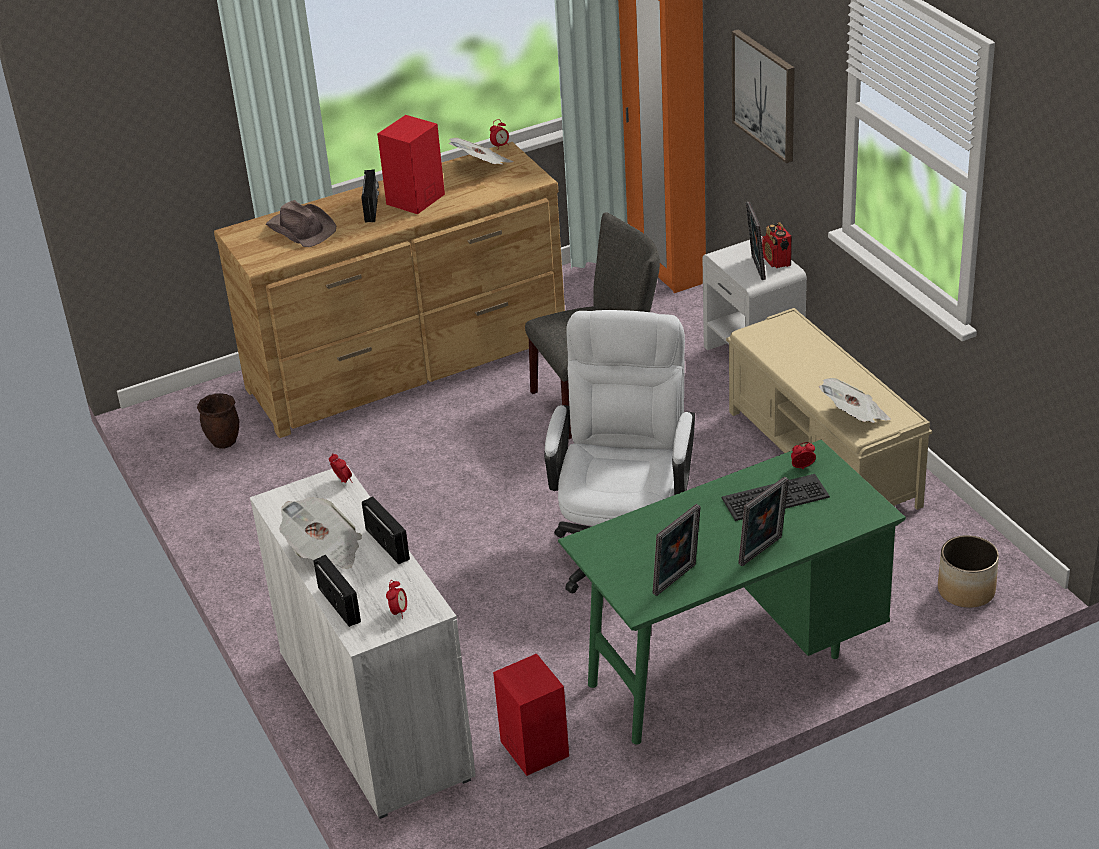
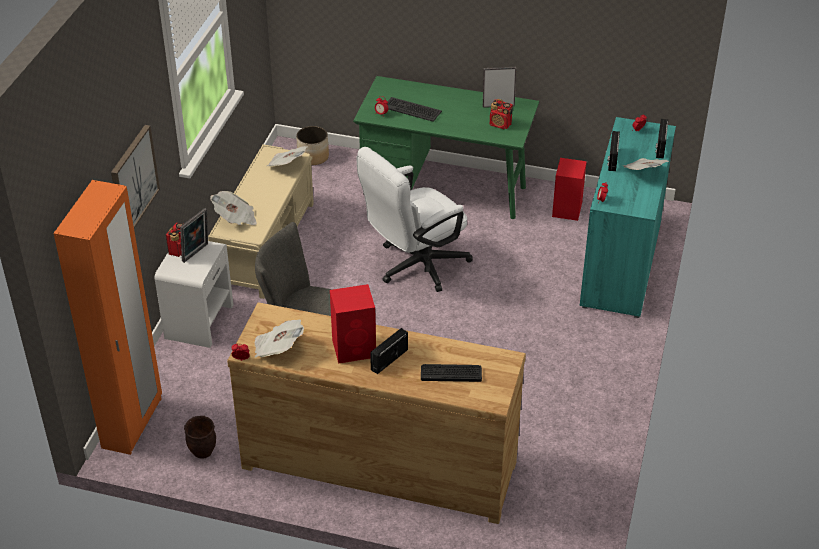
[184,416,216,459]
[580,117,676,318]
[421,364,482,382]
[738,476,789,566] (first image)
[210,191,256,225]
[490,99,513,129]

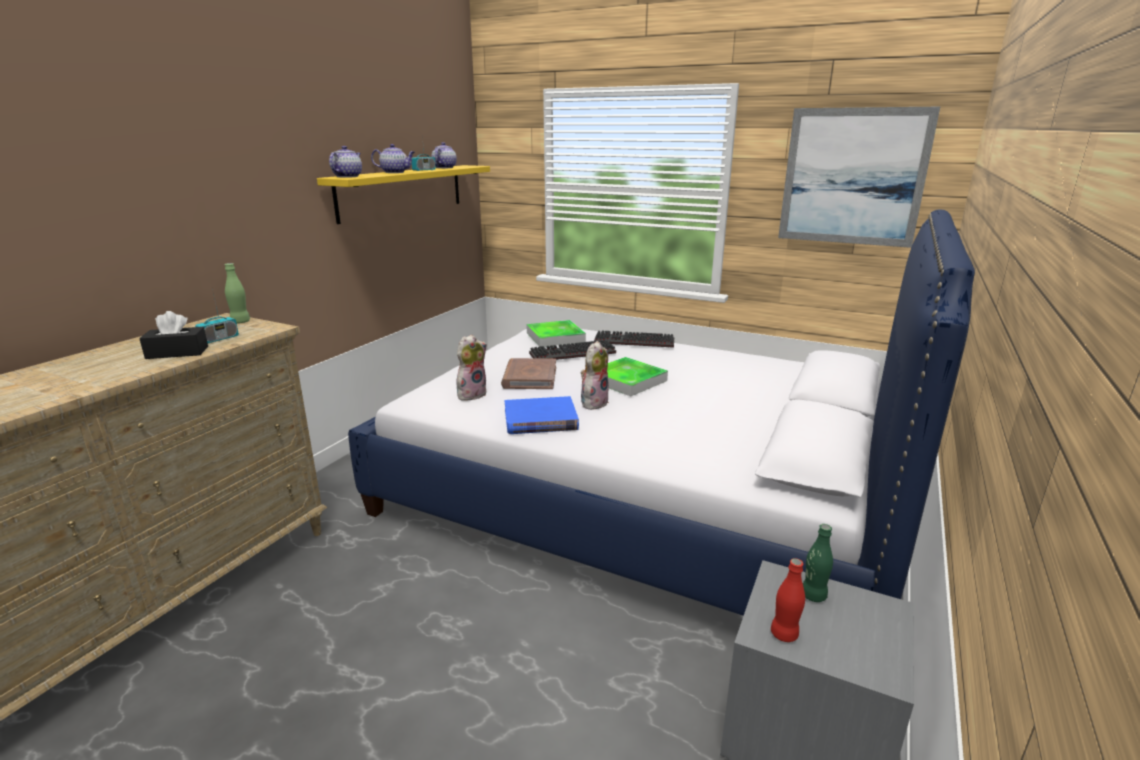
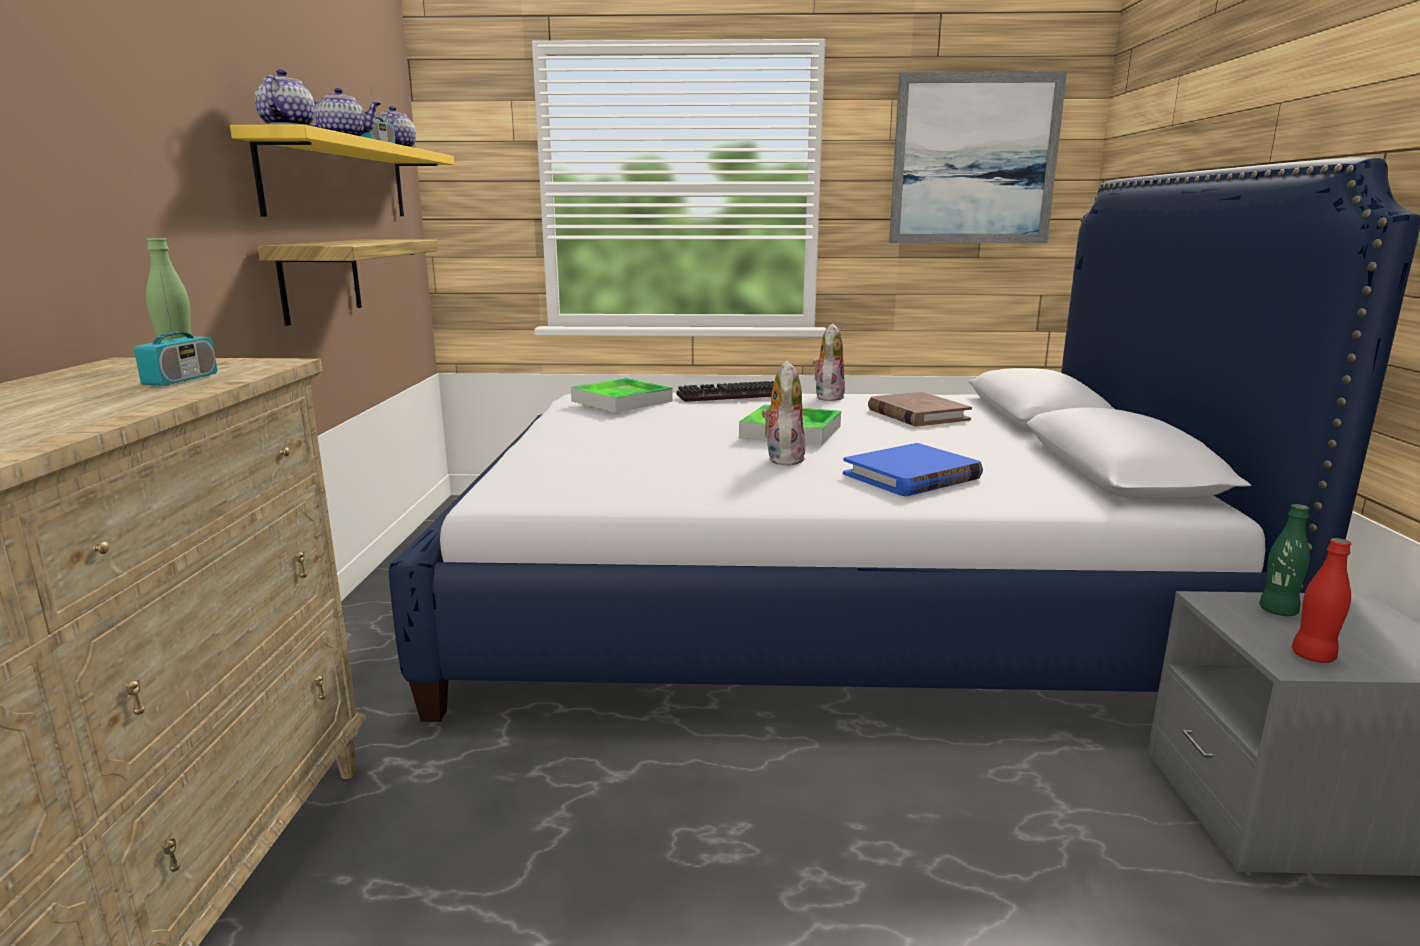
[139,311,208,359] (first image)
[813,324,845,401]
[868,392,972,426]
[843,443,983,496]
[529,340,616,360] (first image)
[257,239,438,326]

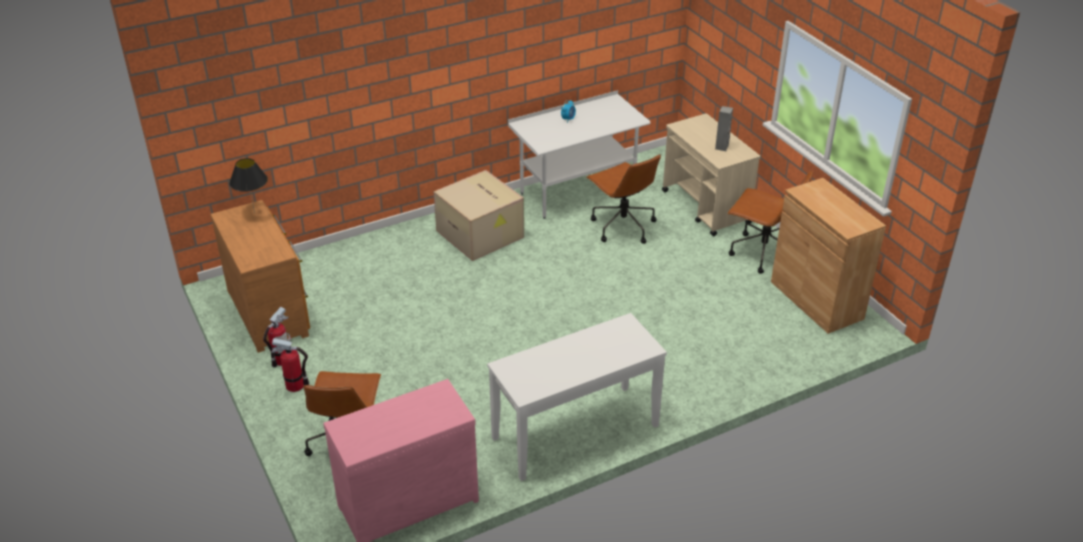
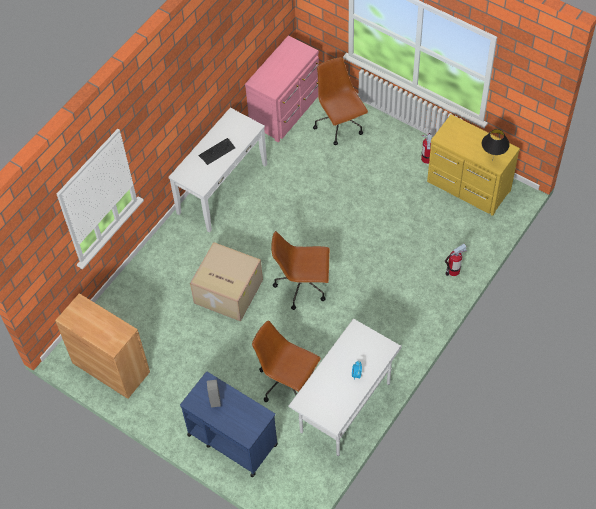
[427,114,520,216]
[445,244,467,276]
[190,242,263,321]
[180,371,278,477]
[271,231,330,310]
[199,138,235,165]

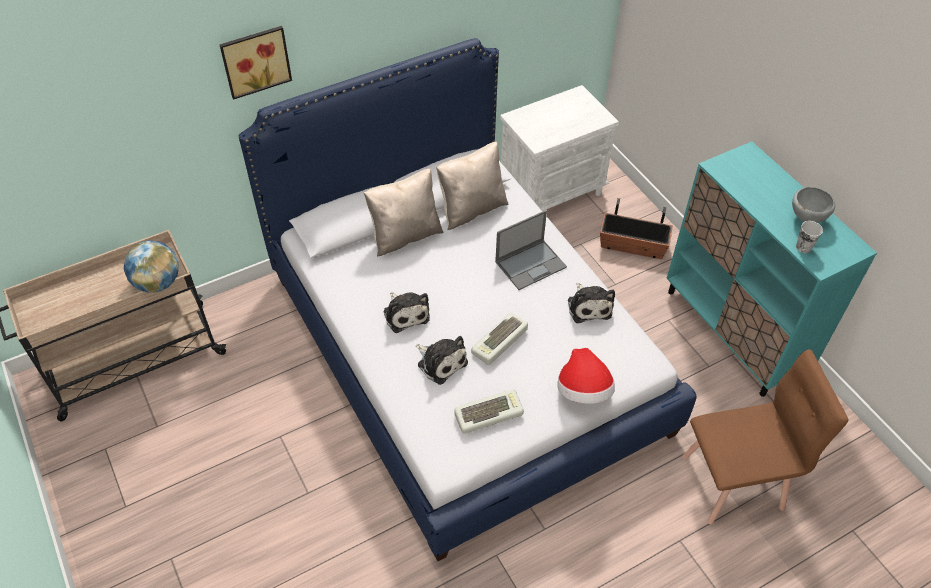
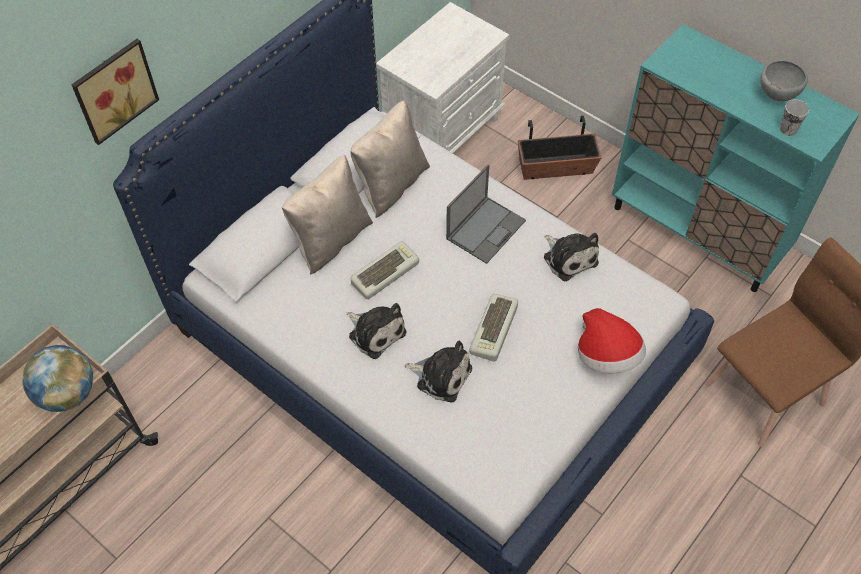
[351,241,419,299]

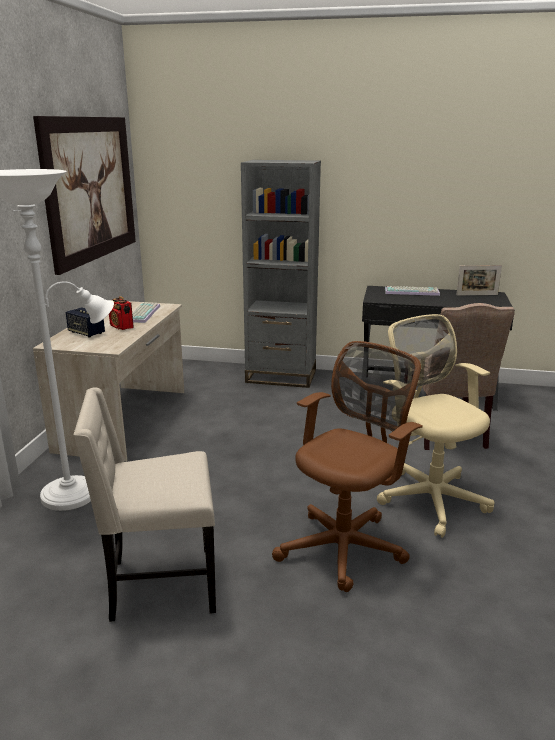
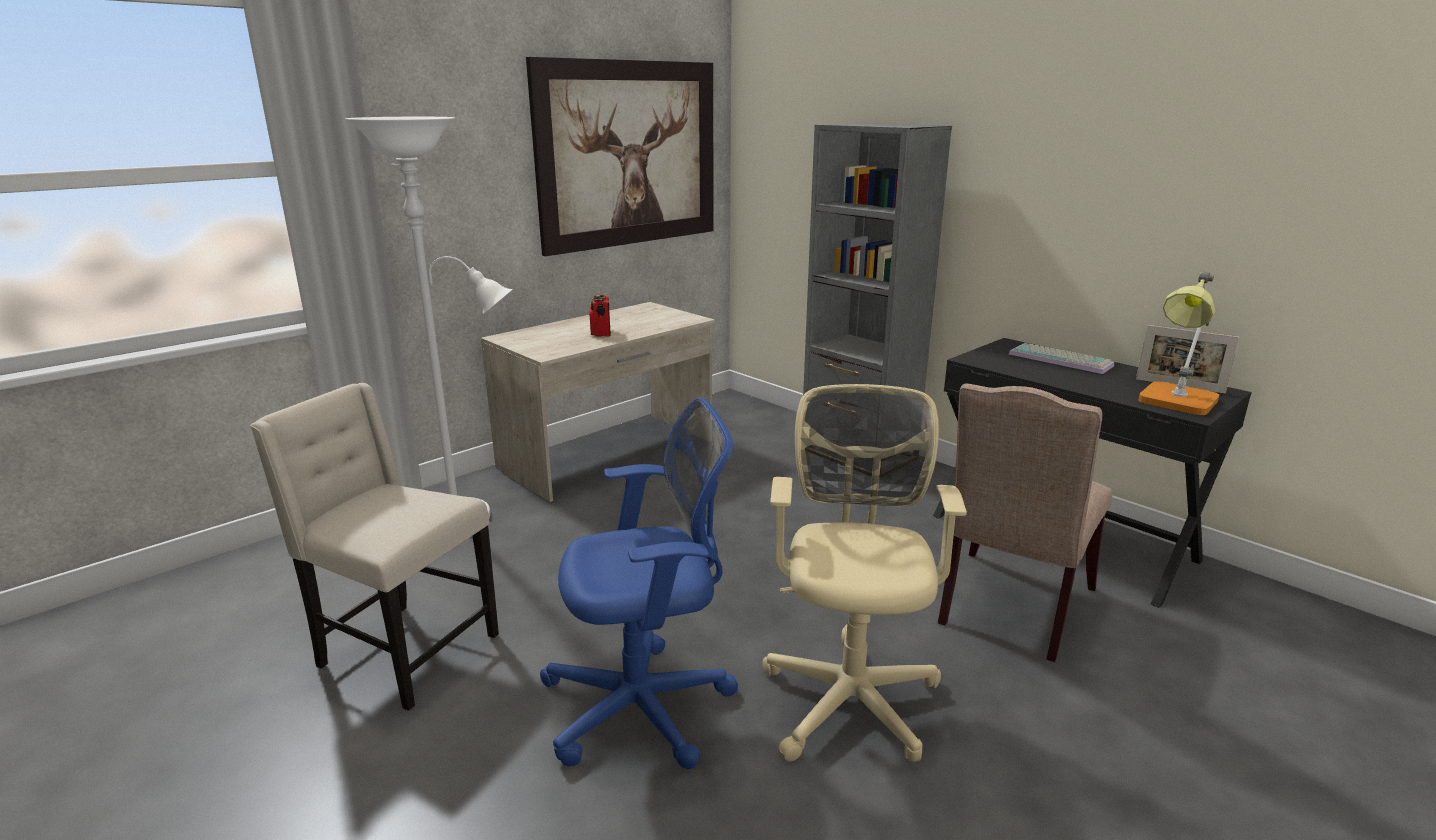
[66,307,105,337] (first image)
[132,303,160,323] (first image)
[540,397,738,769]
[1139,271,1219,415]

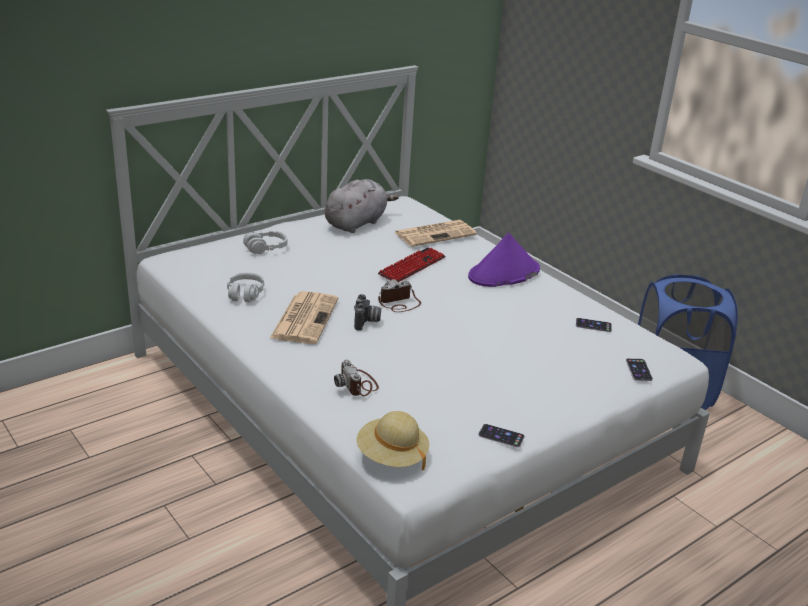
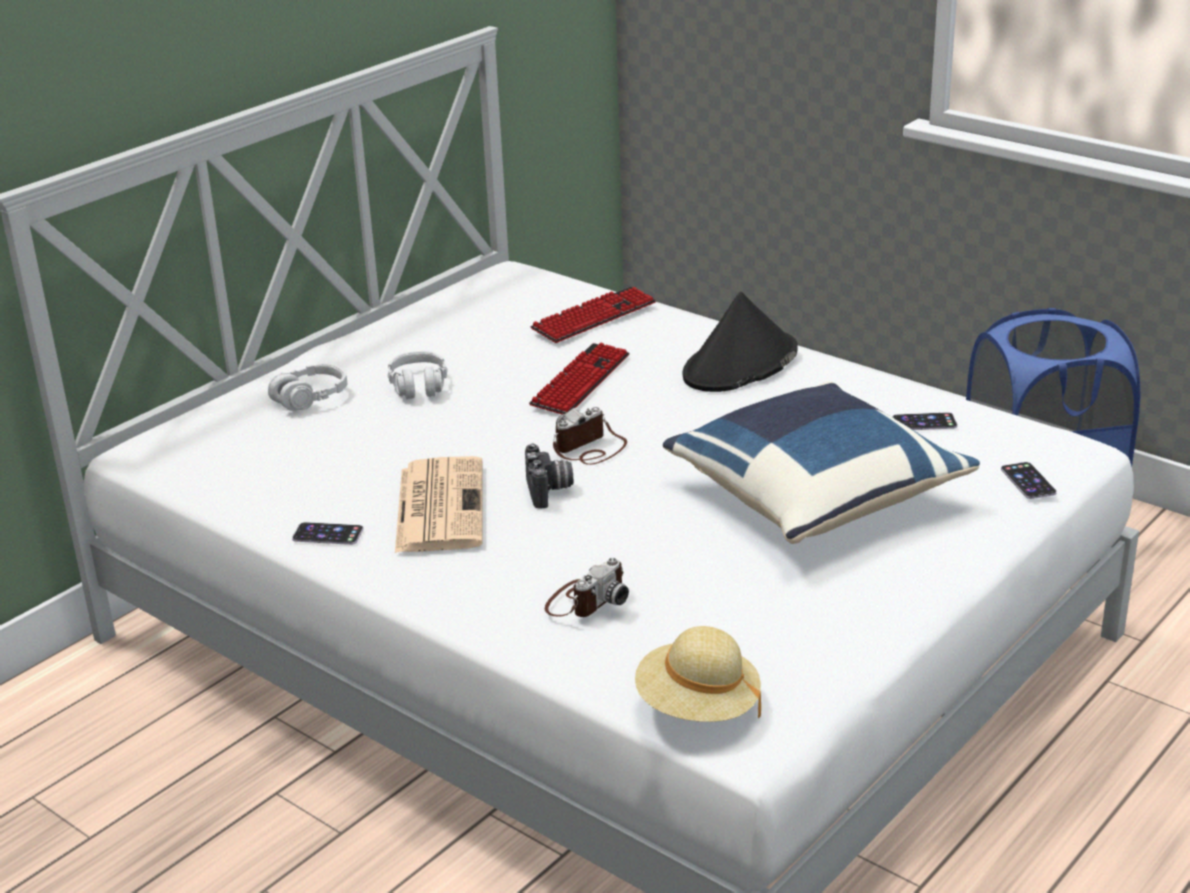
[387,351,448,399]
[325,179,399,233] (first image)
[545,558,629,617]
[531,287,656,343]
[682,292,798,392]
[292,522,364,545]
[663,381,980,544]

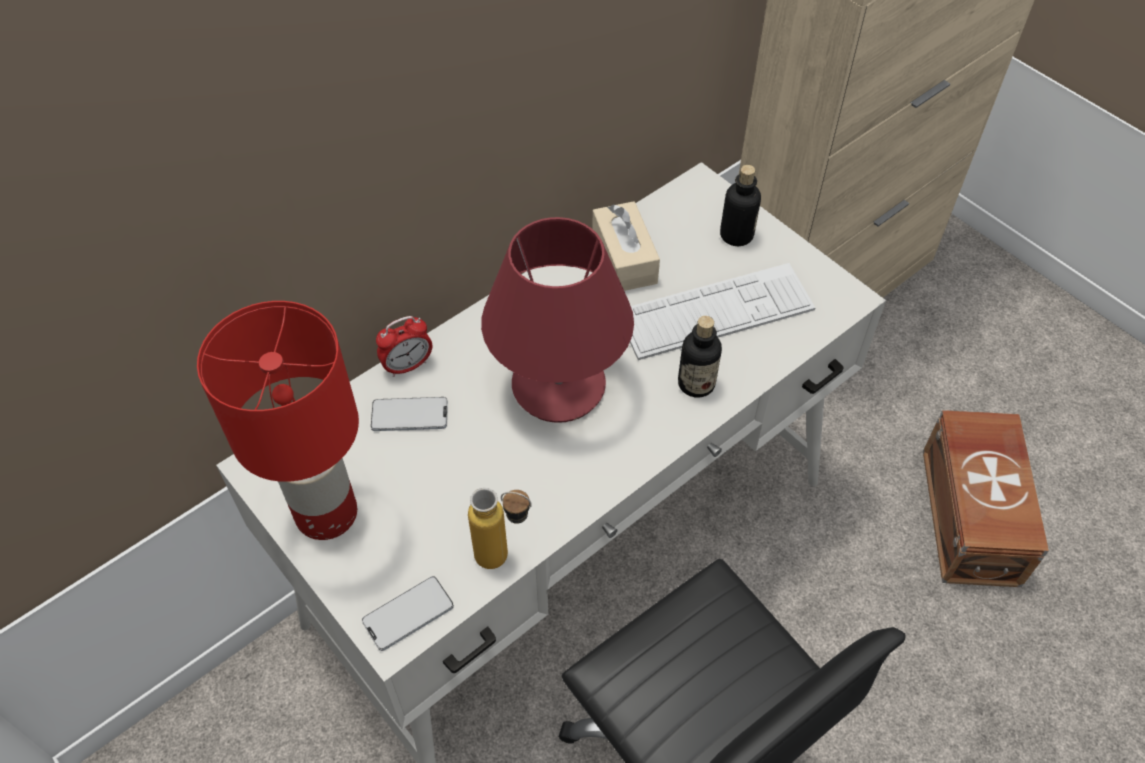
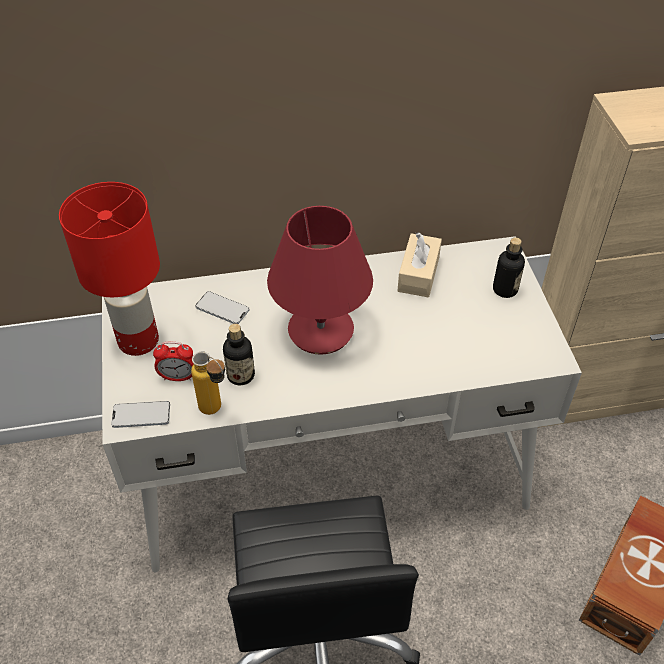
[153,342,194,381]
[630,263,815,360] (first image)
[223,324,255,385]

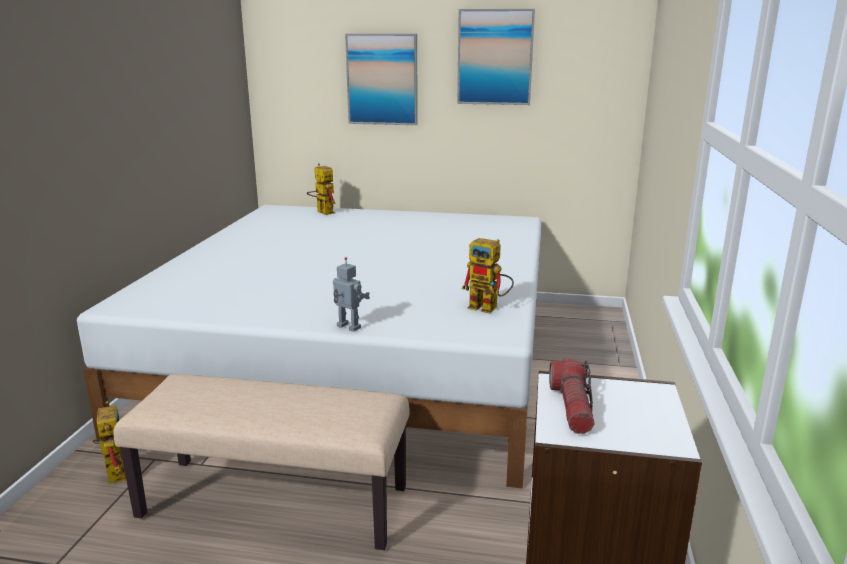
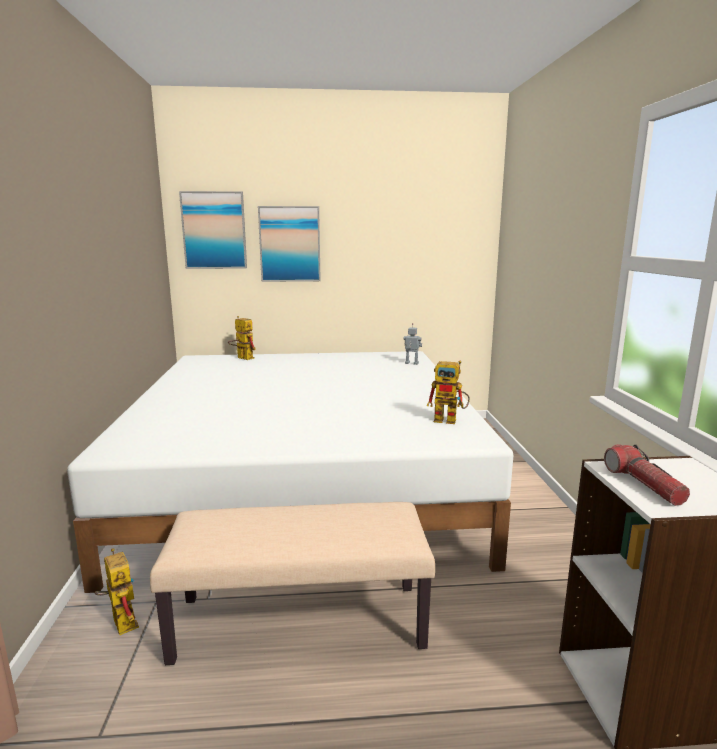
[403,323,422,365]
[179,191,247,269]

